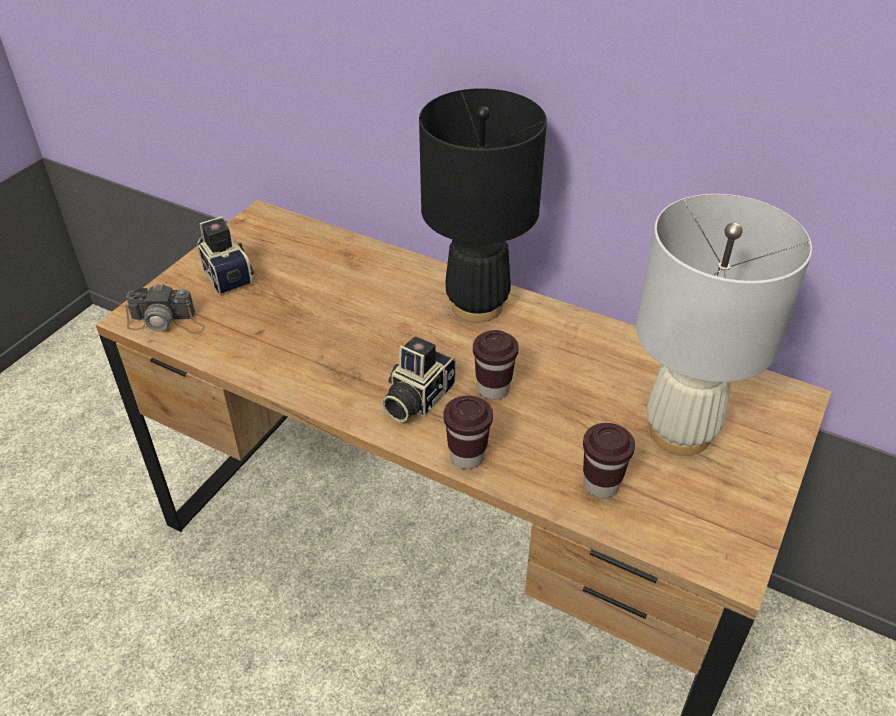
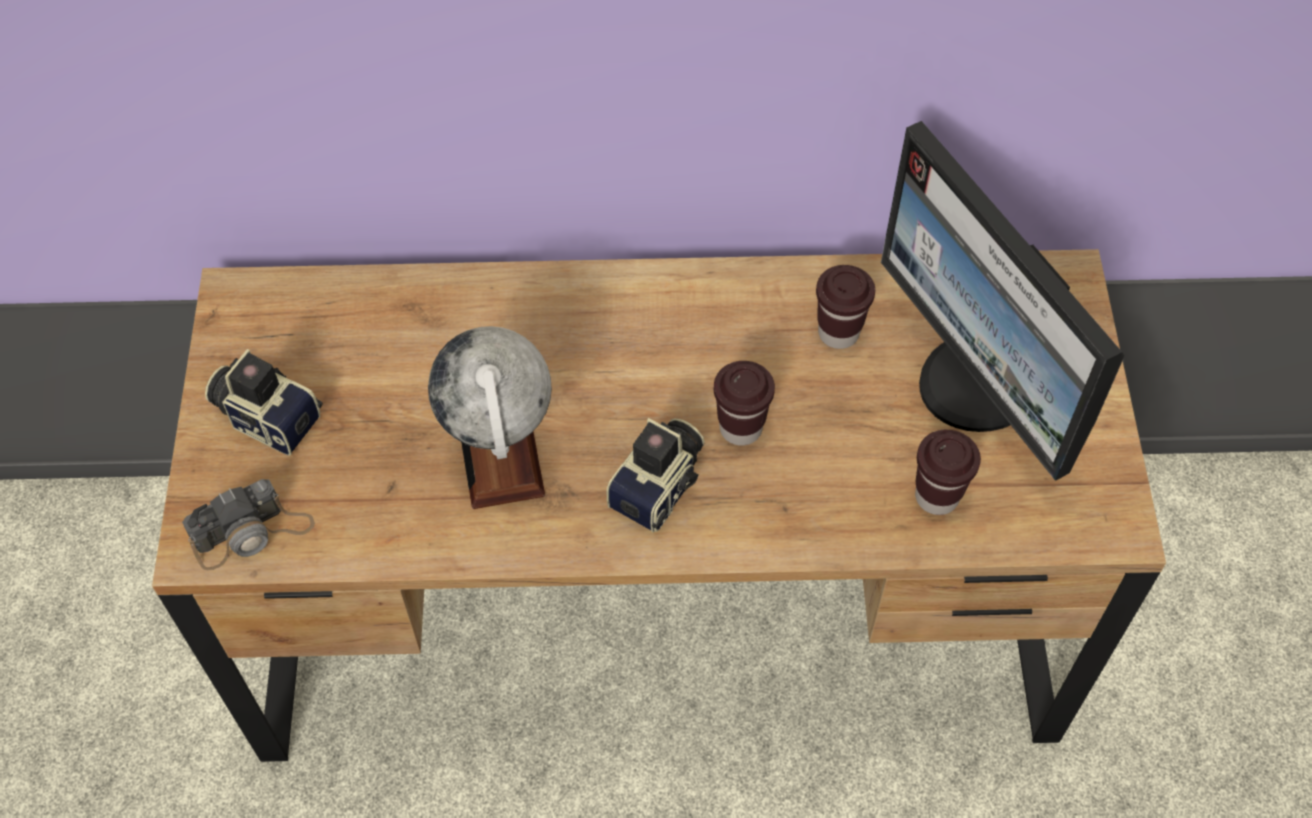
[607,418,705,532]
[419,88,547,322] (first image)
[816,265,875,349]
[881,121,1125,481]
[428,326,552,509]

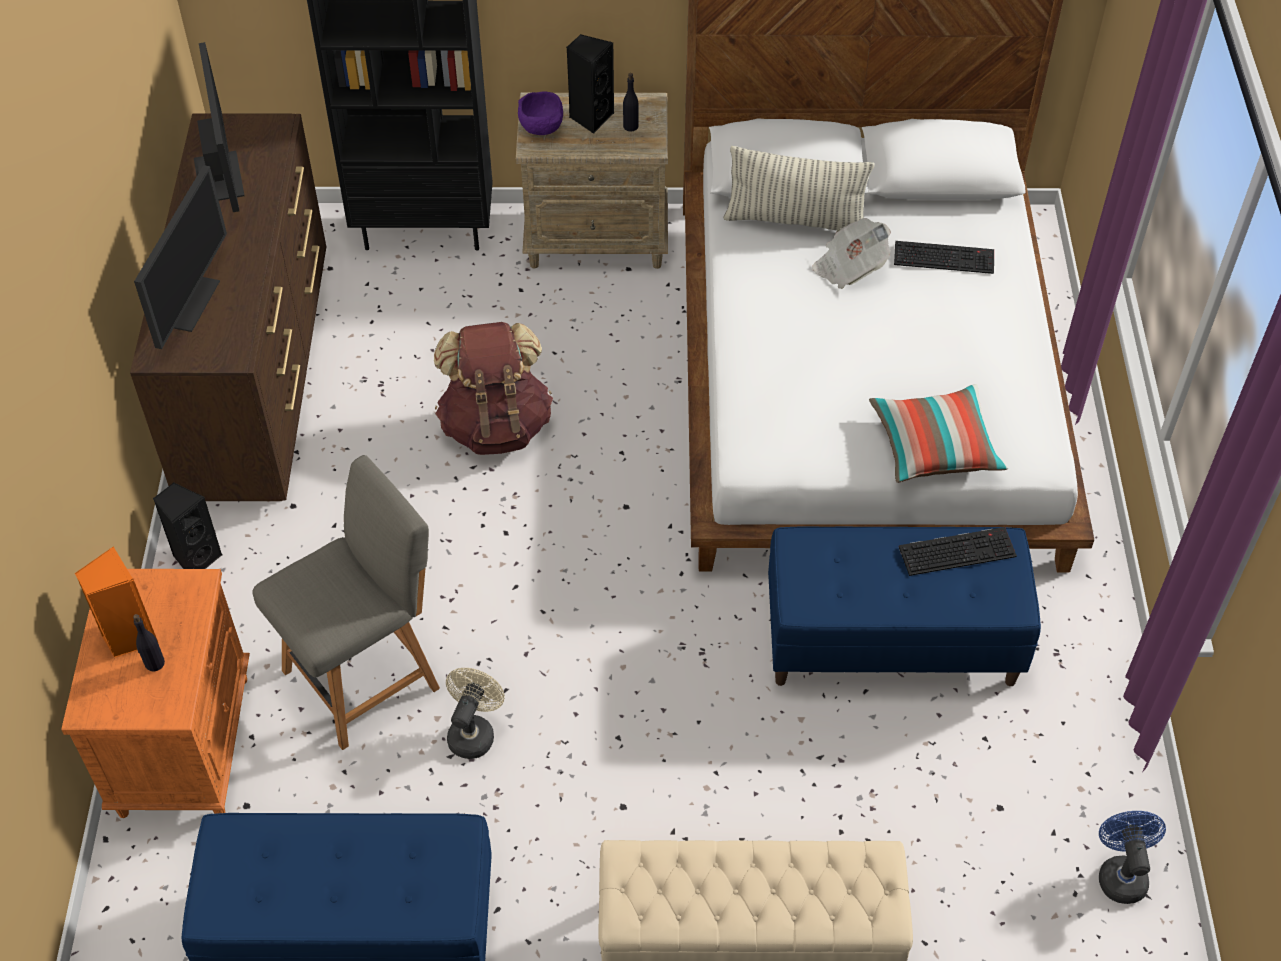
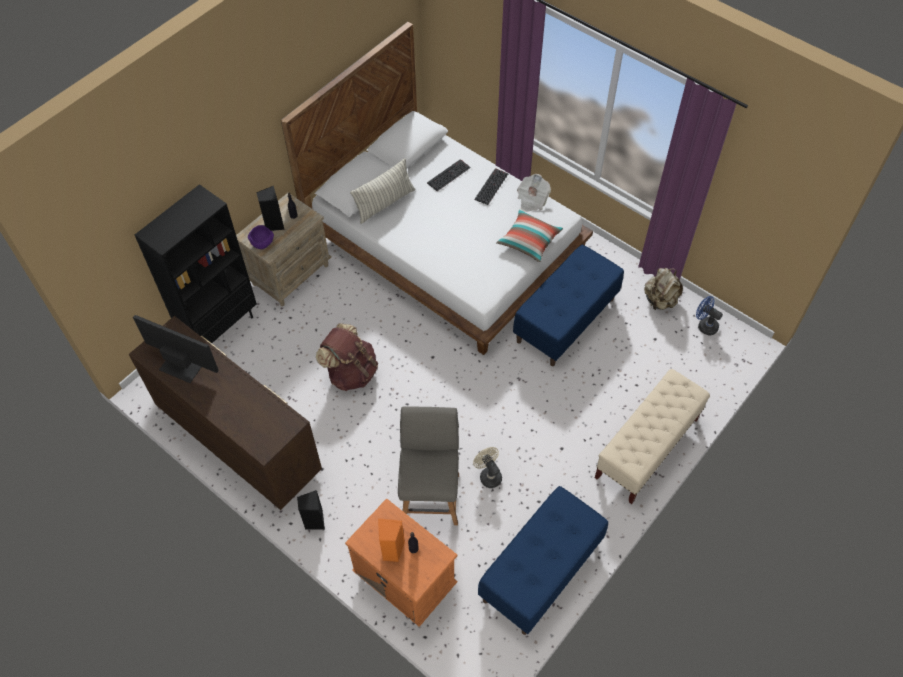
[134,165,227,349] (first image)
[517,174,551,212]
[475,168,508,205]
[644,268,683,310]

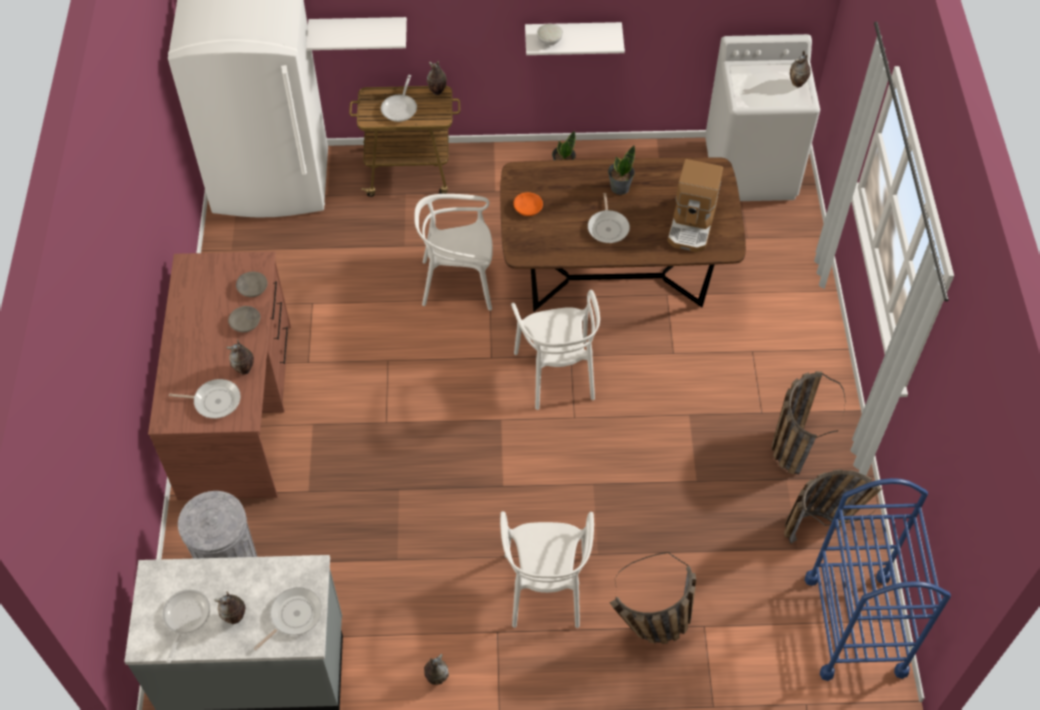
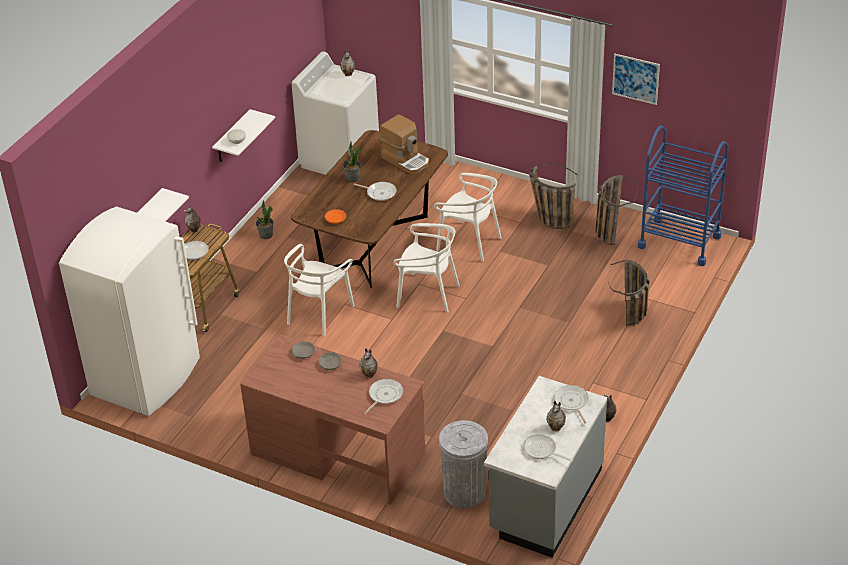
[434,173,502,262]
[612,54,660,105]

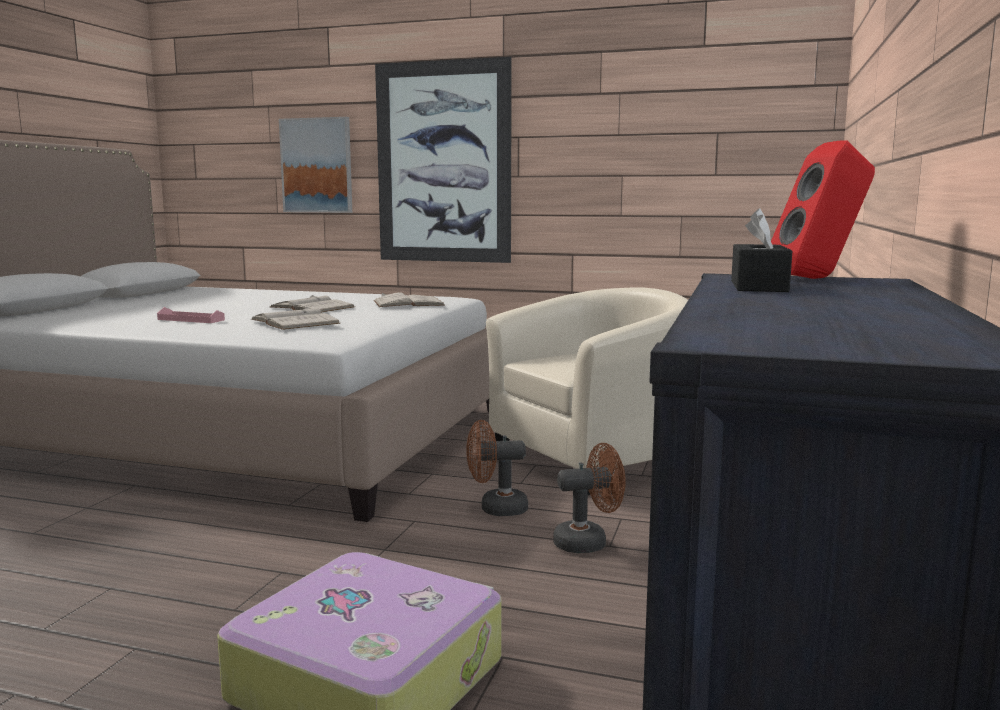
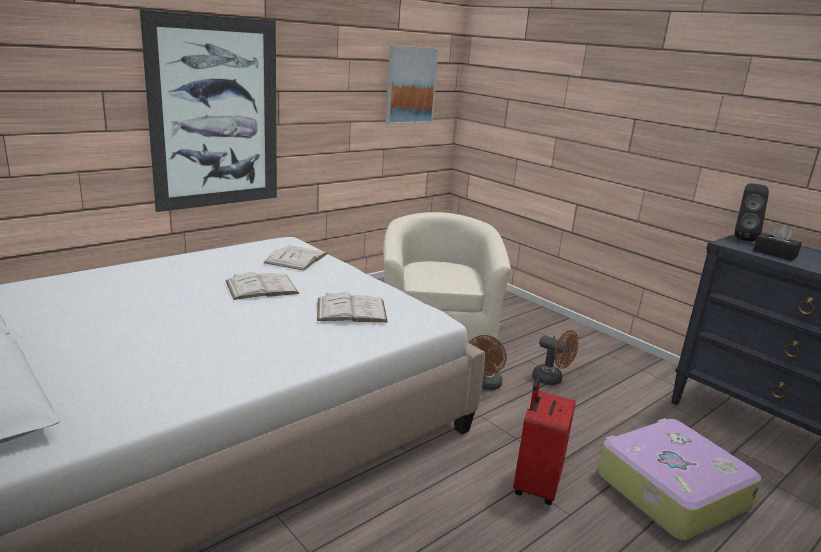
[157,307,225,323] (first image)
[385,45,439,124]
[532,330,579,385]
[735,183,769,241]
[513,375,576,505]

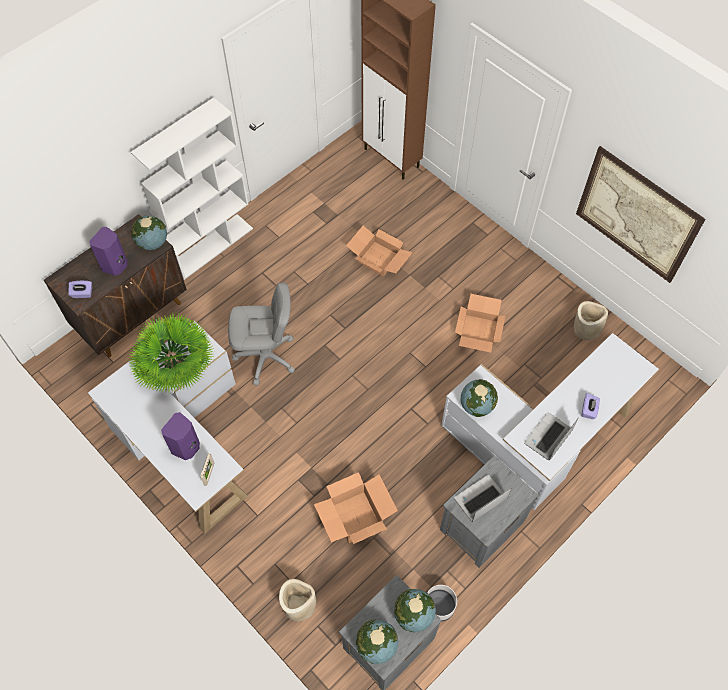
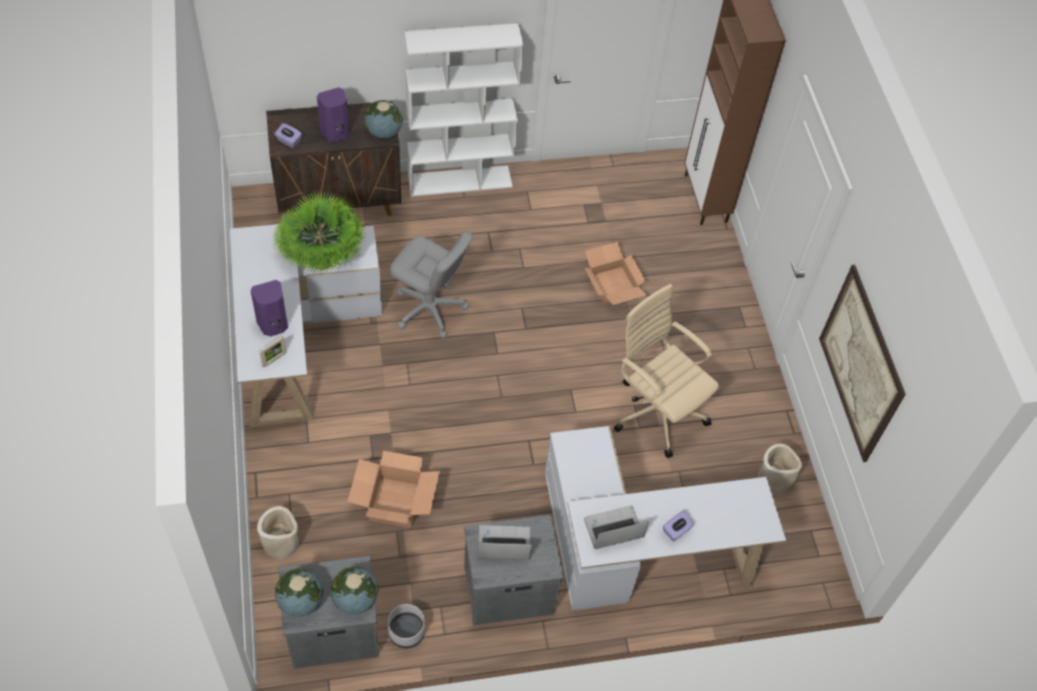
[614,284,719,458]
[461,379,498,417] (first image)

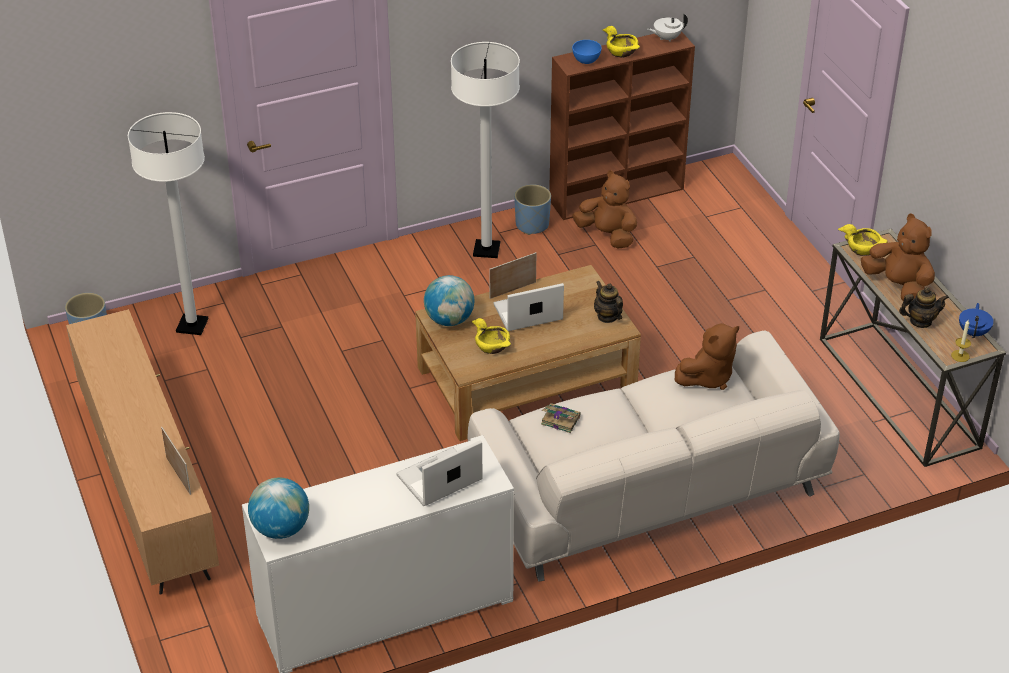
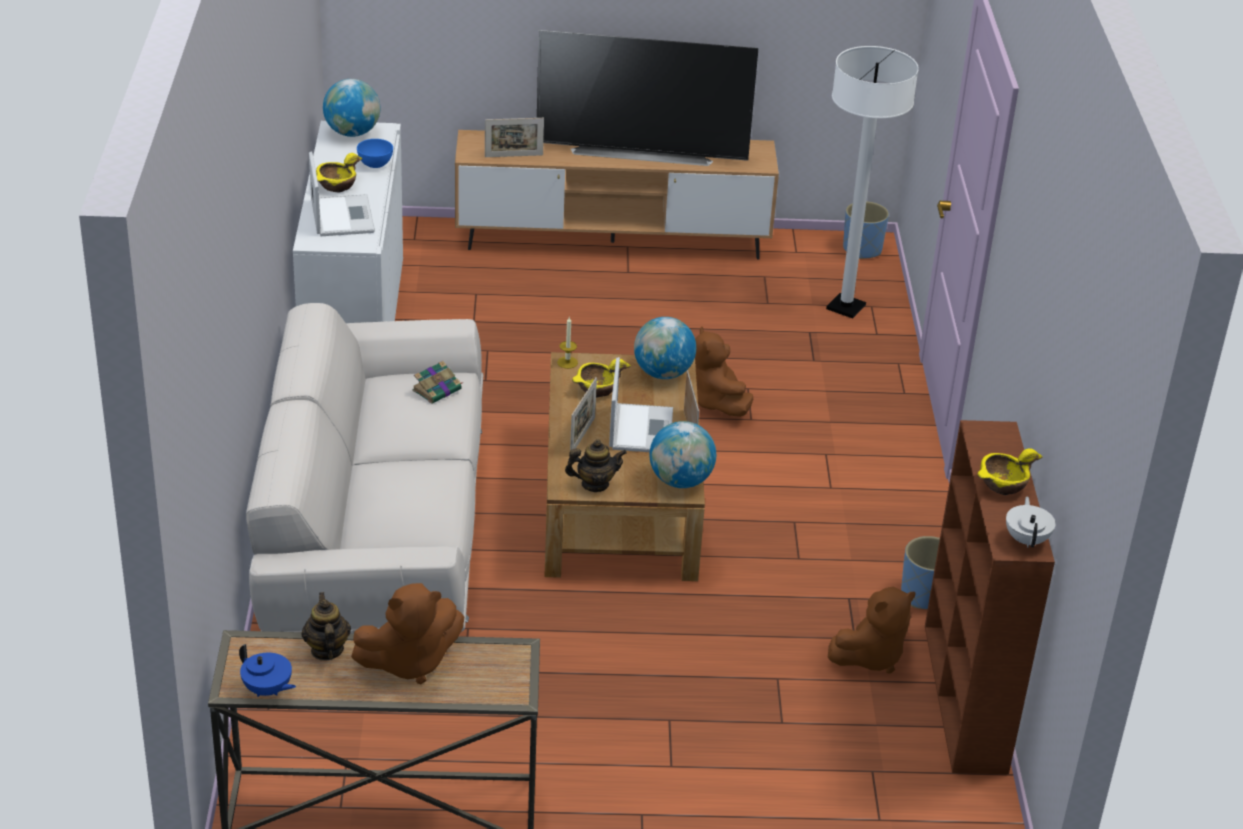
[451,42,520,258] (first image)
[357,139,393,168]
[695,326,753,417]
[316,153,363,193]
[301,592,351,661]
[557,317,578,369]
[537,30,759,166]
[570,377,597,451]
[650,421,716,488]

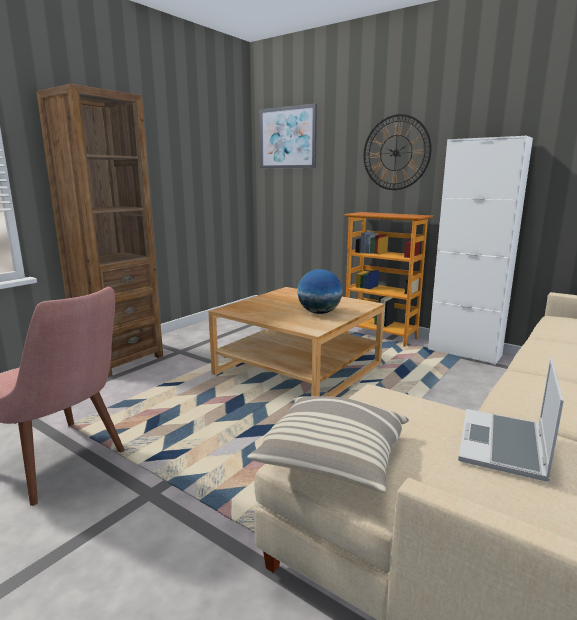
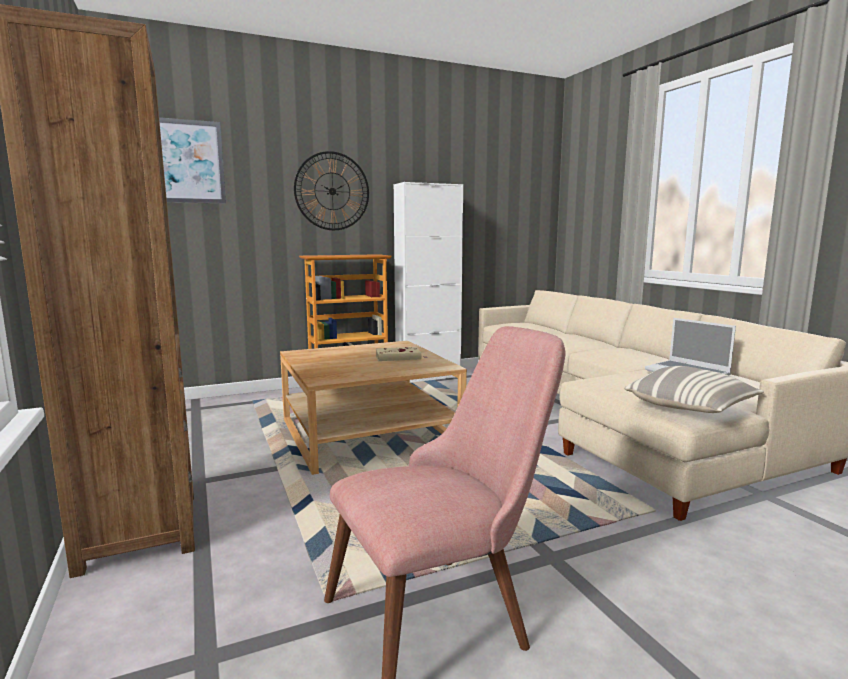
[376,347,423,361]

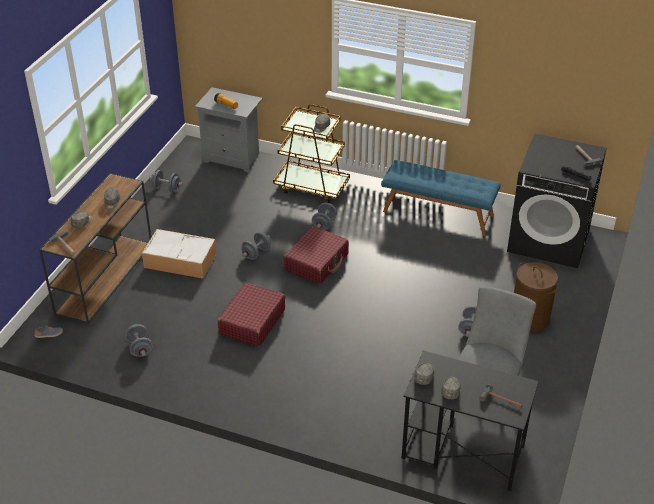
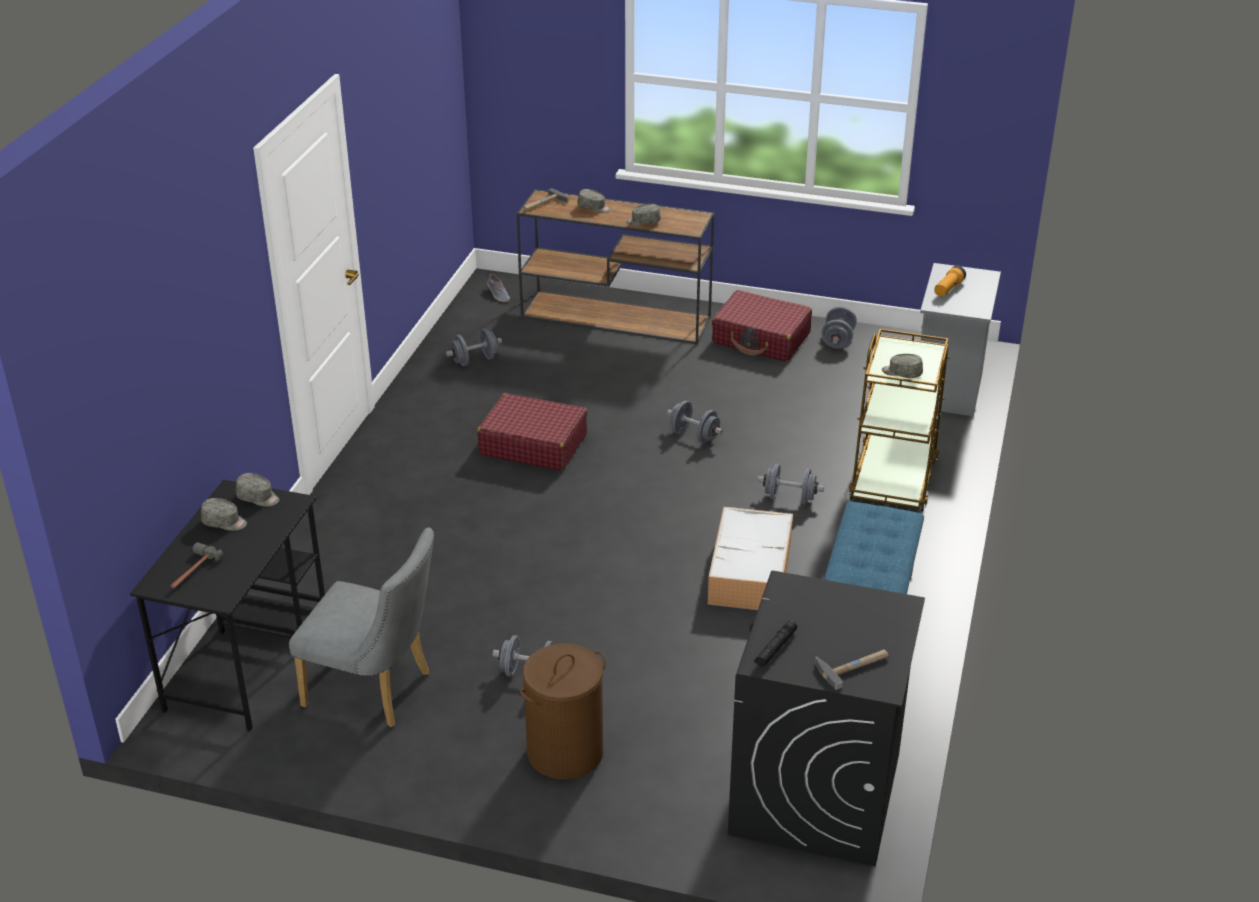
[708,507,793,610]
[712,290,812,362]

